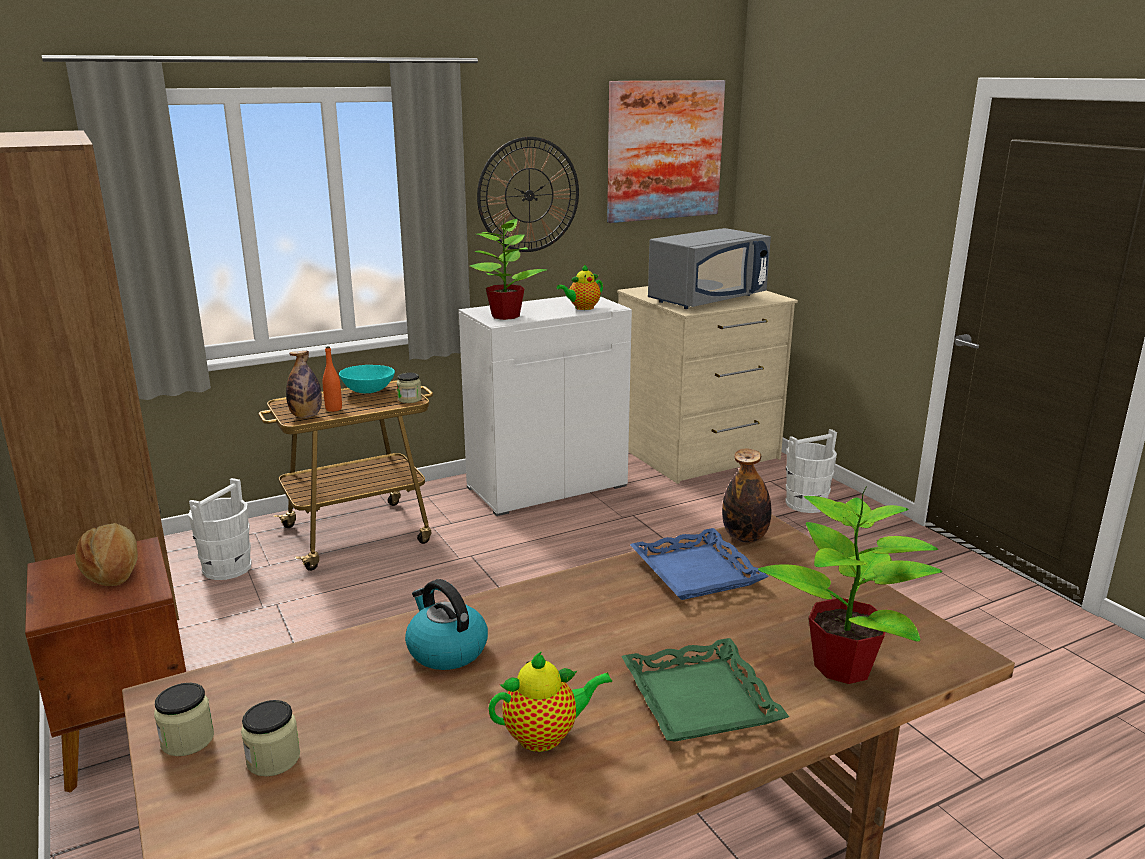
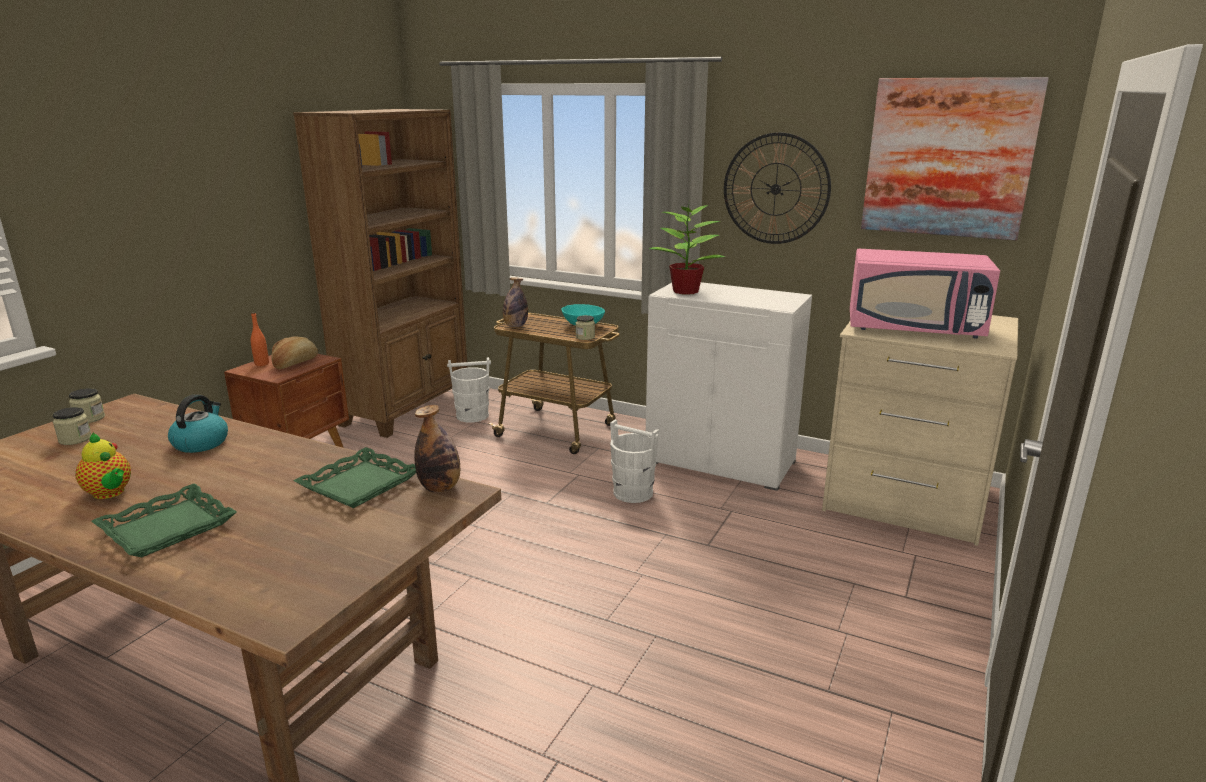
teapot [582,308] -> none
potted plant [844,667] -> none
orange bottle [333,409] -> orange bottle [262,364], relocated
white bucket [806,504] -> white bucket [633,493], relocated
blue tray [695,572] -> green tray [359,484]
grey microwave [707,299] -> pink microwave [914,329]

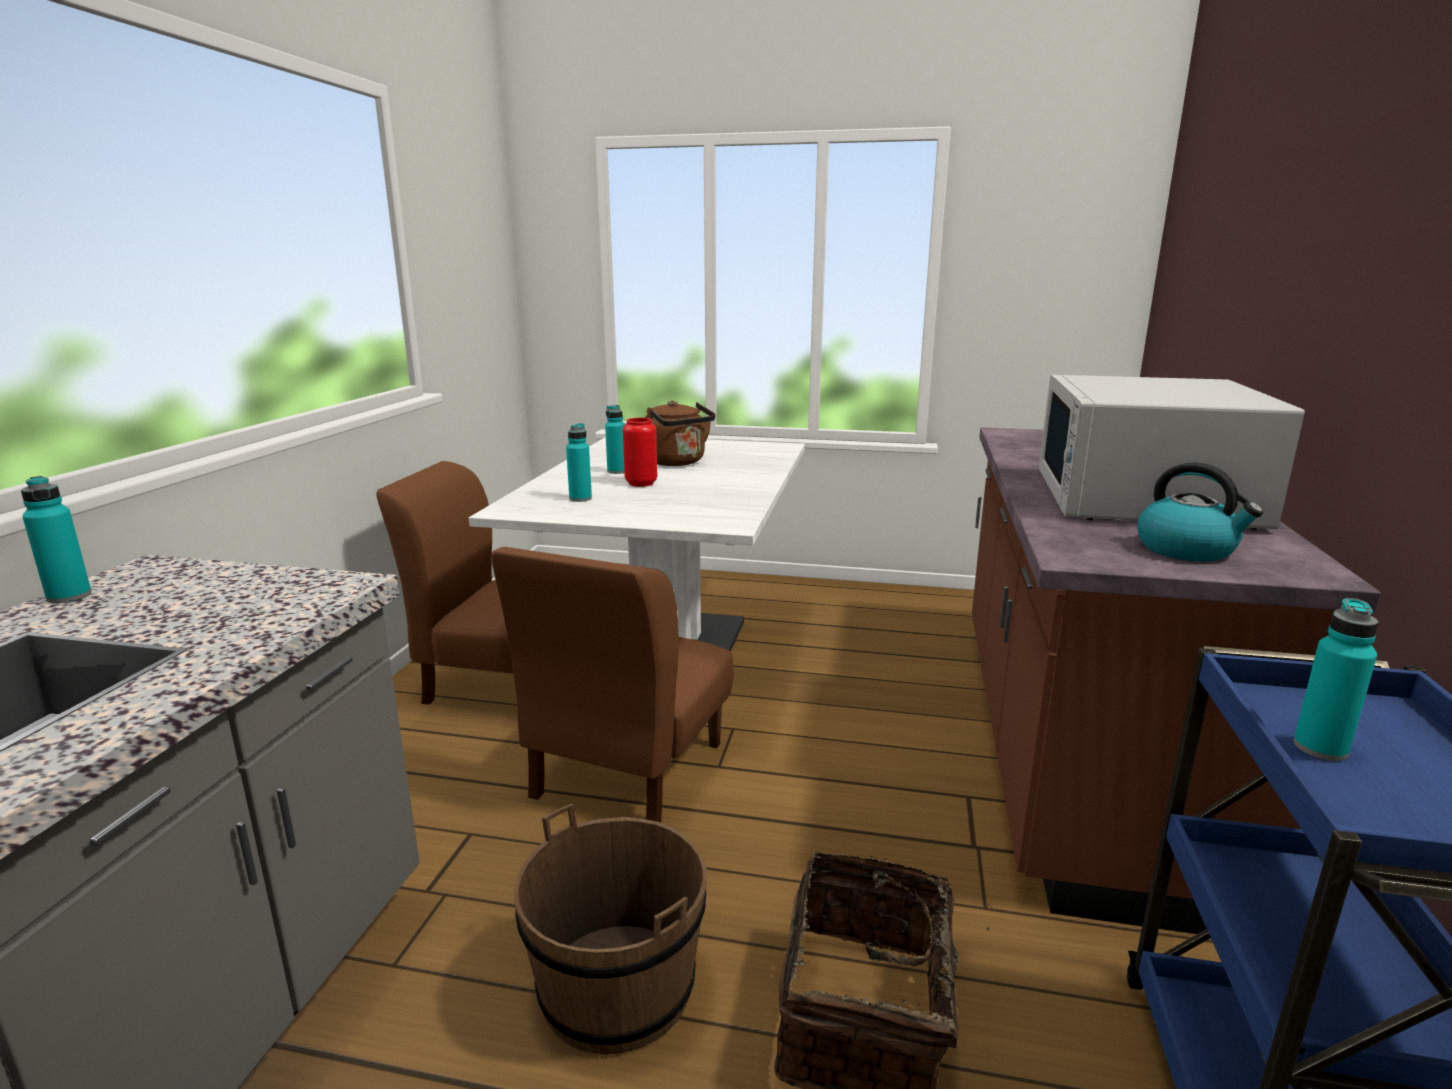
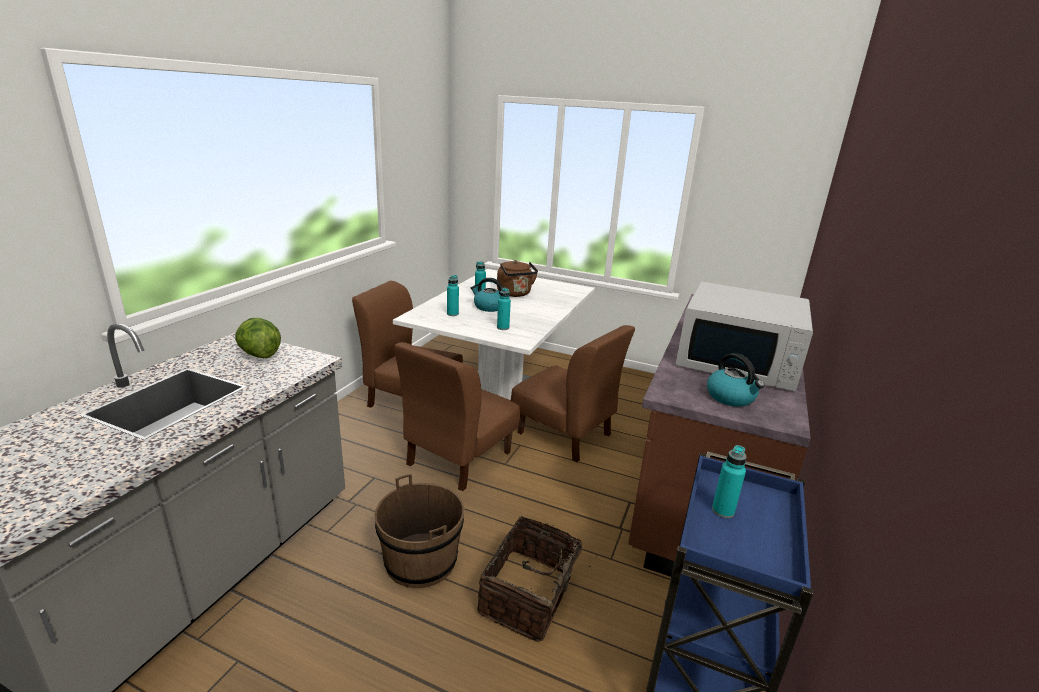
none -> lettuce [259,355]
none -> brown chair [564,434]
turquoise bottle [69,596] -> turquoise bottle [503,328], relocated
red vase [641,483] -> kettle [488,307]
white microwave [1142,500] -> white microwave [738,361], 90 degrees counterclockwise

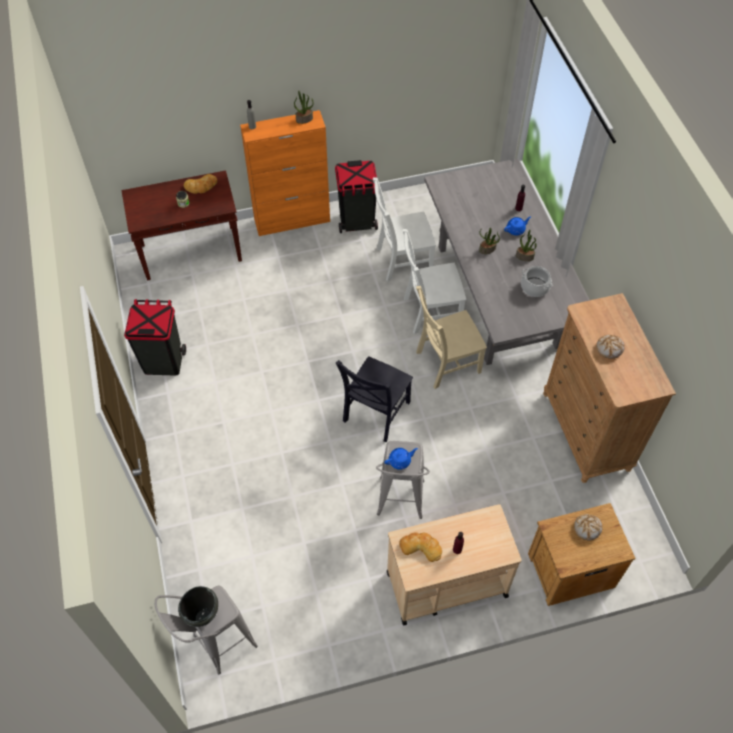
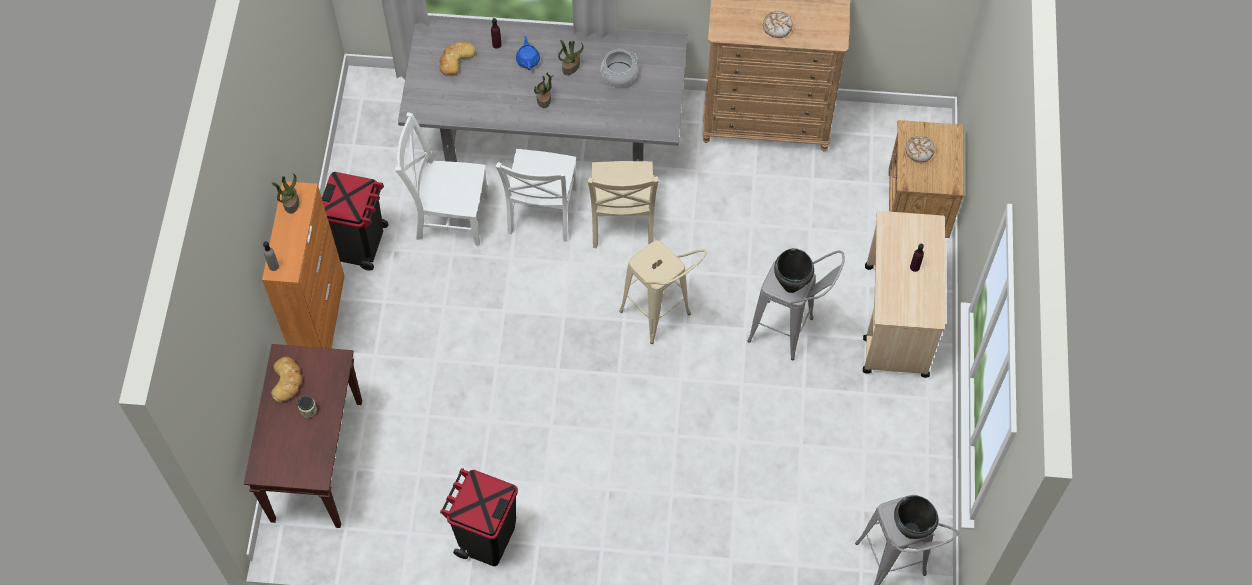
bread [421,547] -> bread [455,59], relocated
black chair [375,414] -> beige stool [662,320]
blue teapot [400,461] -> black cooking pot [790,286]
white chair [401,260] -> white chair [448,216], 90 degrees clockwise

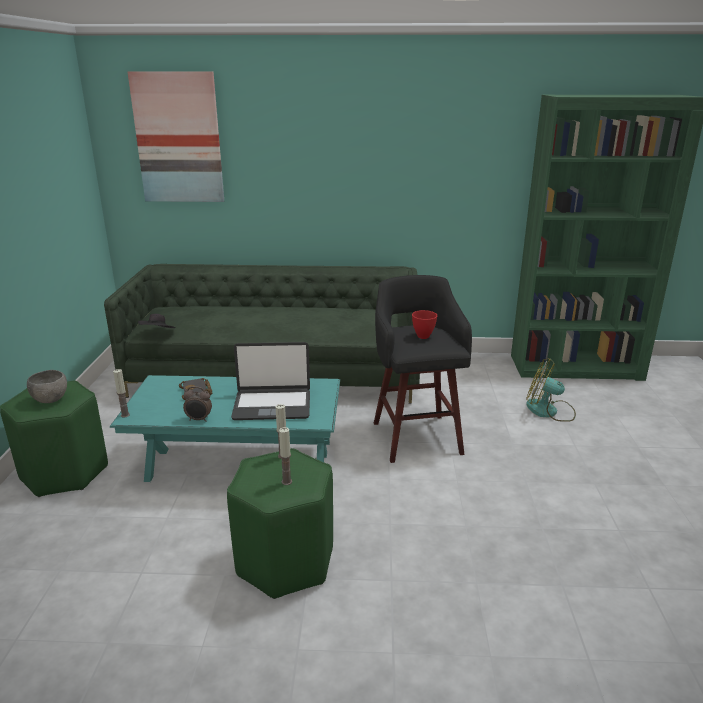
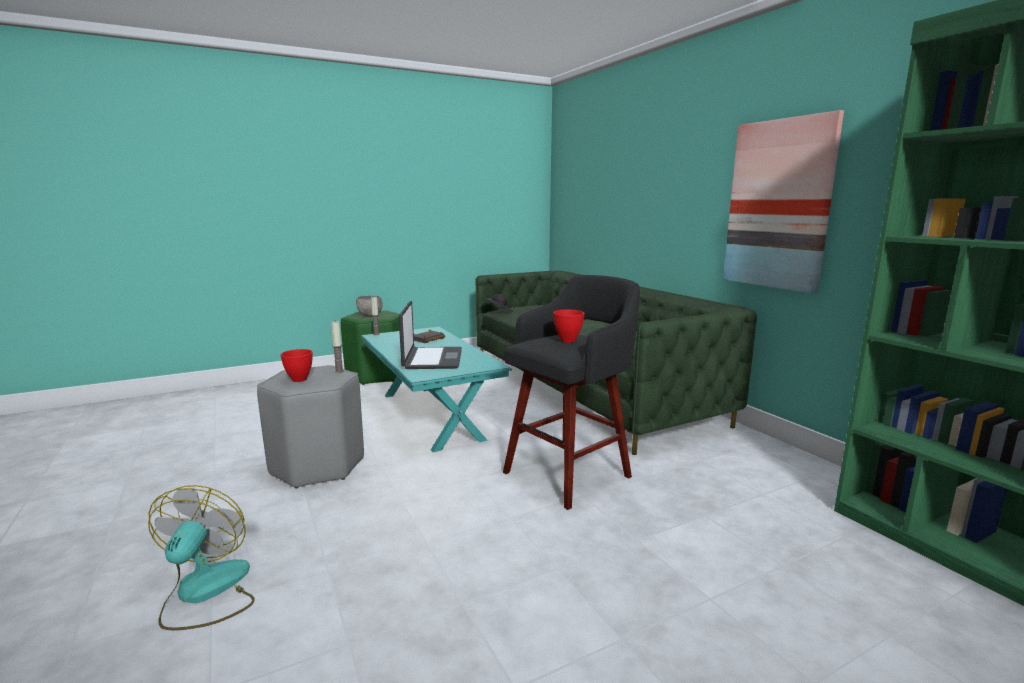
alarm clock [199,419] -> none
picture [178,138] -> picture [778,205], relocated
fan [549,411] -> fan [205,593], relocated
candle [286,482] -> red bowl [300,379]
green stool [286,562] -> grey stool [317,466]
laptop [272,405] -> laptop [432,359], 150 degrees counterclockwise

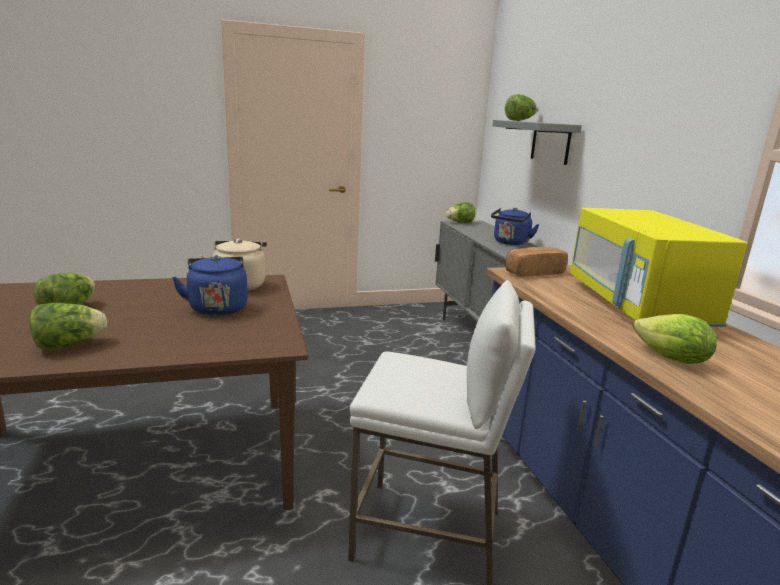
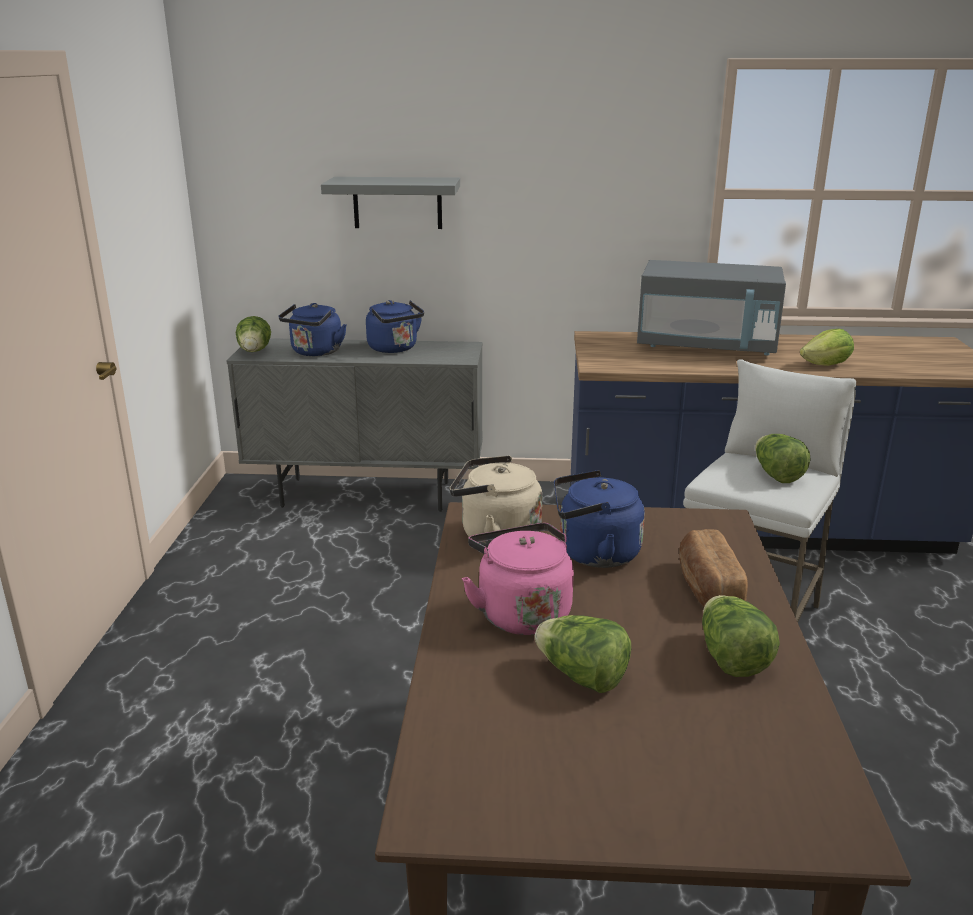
none -> blue kettle [315,352]
none -> pink kettle [521,612]
lettuce [520,120] -> lettuce [776,475], relocated
bread [533,273] -> bread [707,588], relocated
yellow microwave [636,305] -> grey microwave [706,346]

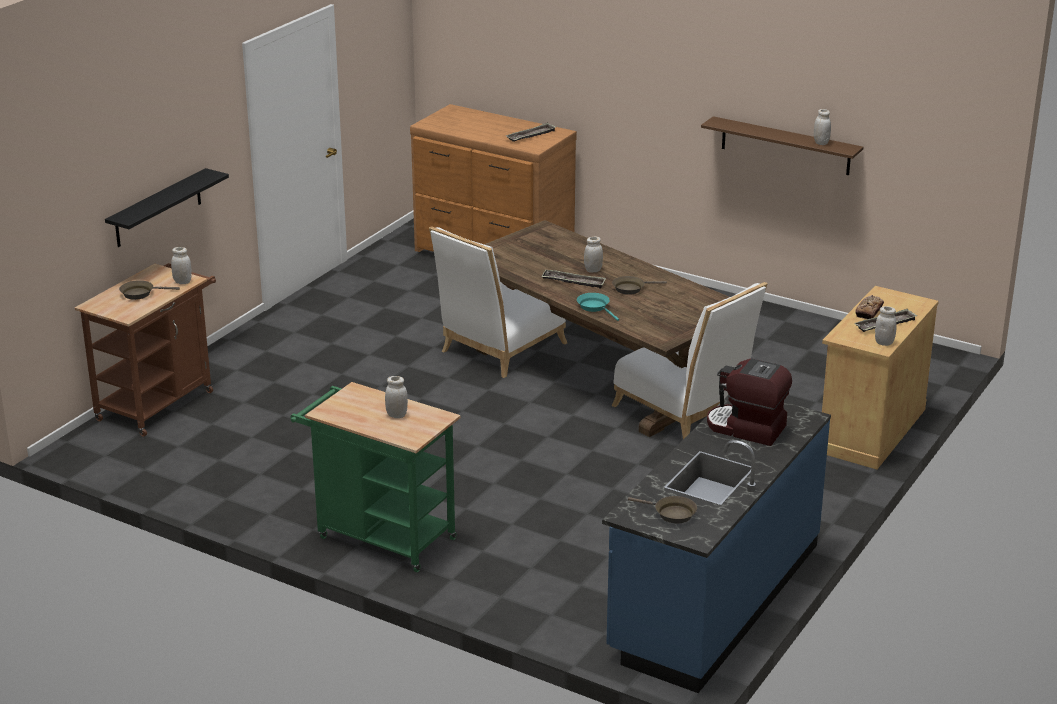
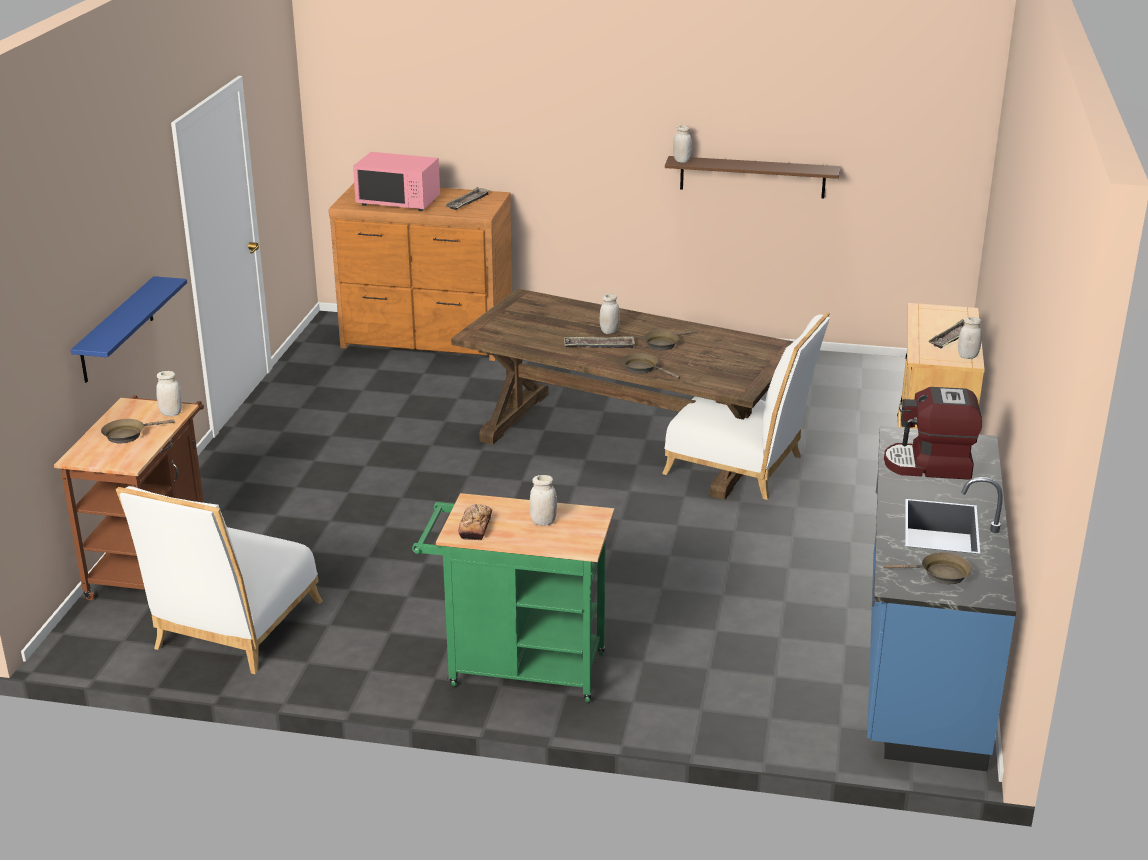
none -> pink microwave [398,202]
white chair [498,350] -> white chair [233,630], relocated
white jar [821,143] -> white jar [681,161], relocated
bread [869,311] -> bread [475,527], relocated
black shelf [158,208] -> blue shelf [116,330]
turquoise frying pan [595,307] -> brown frying pan [643,368]

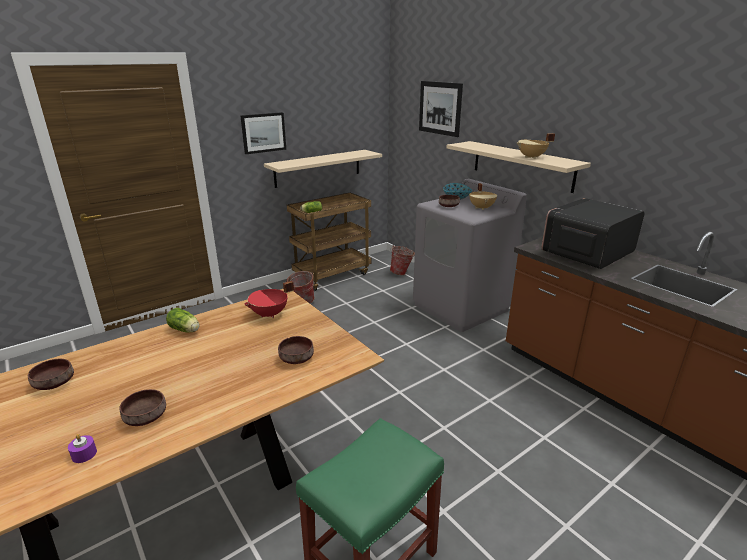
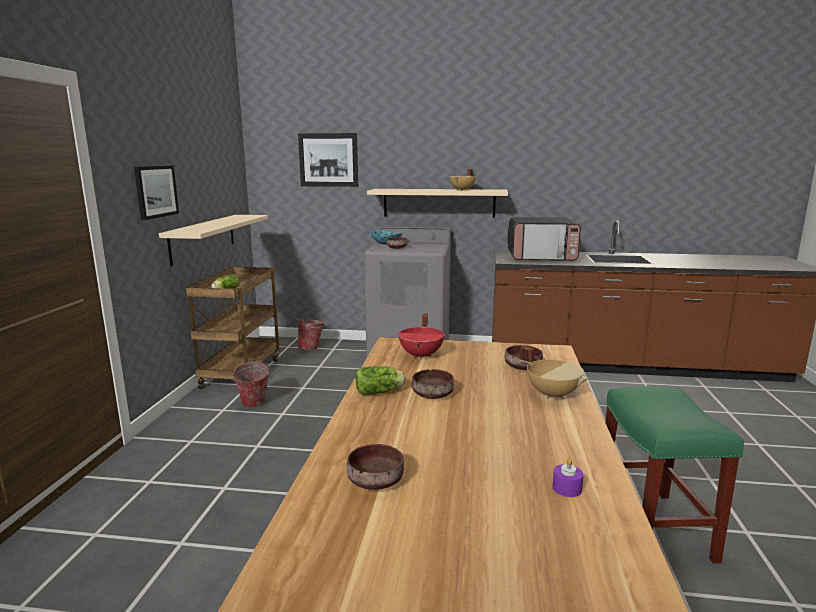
brown bowl [144,417] -> brown bowl [432,395], relocated
beige cooking pot [482,208] -> beige cooking pot [553,394], relocated
microwave [587,253] -> microwave [541,257], 90 degrees counterclockwise

